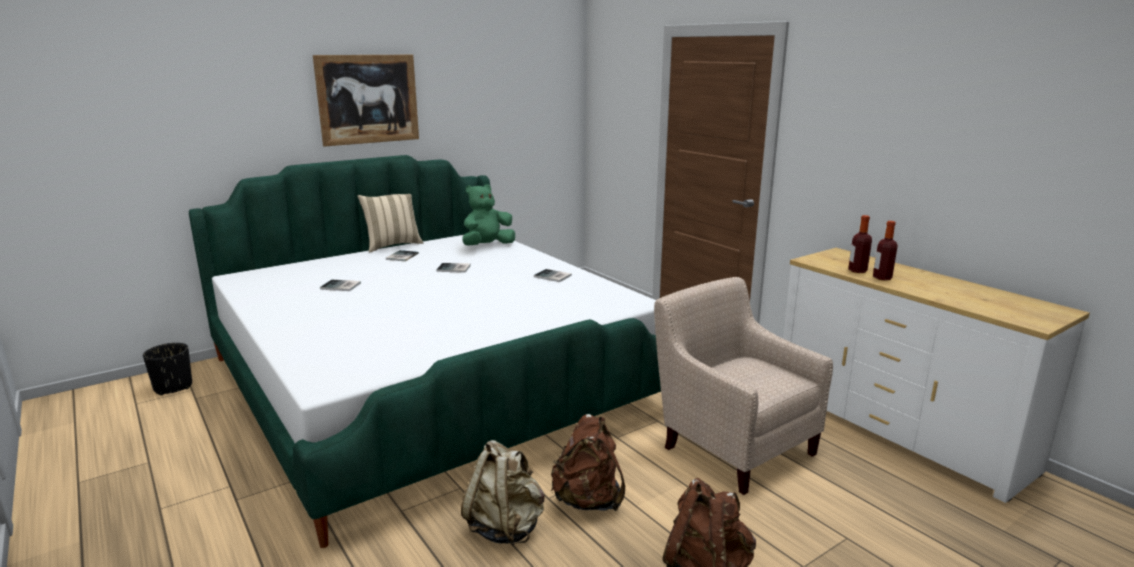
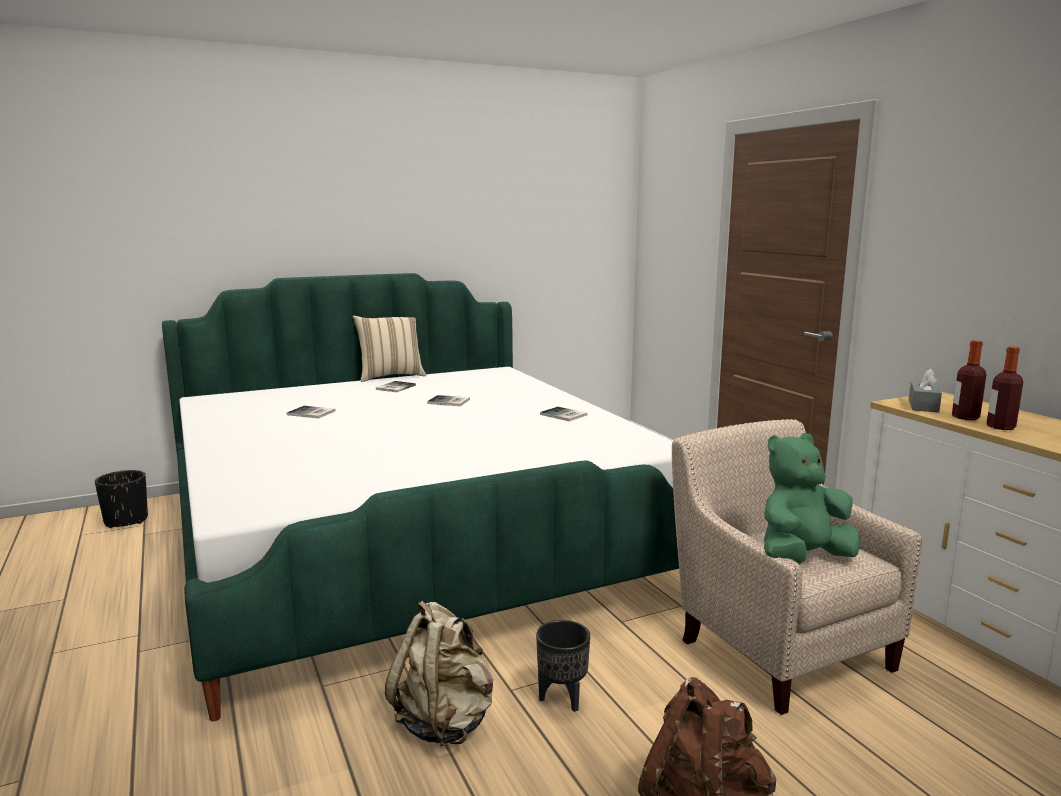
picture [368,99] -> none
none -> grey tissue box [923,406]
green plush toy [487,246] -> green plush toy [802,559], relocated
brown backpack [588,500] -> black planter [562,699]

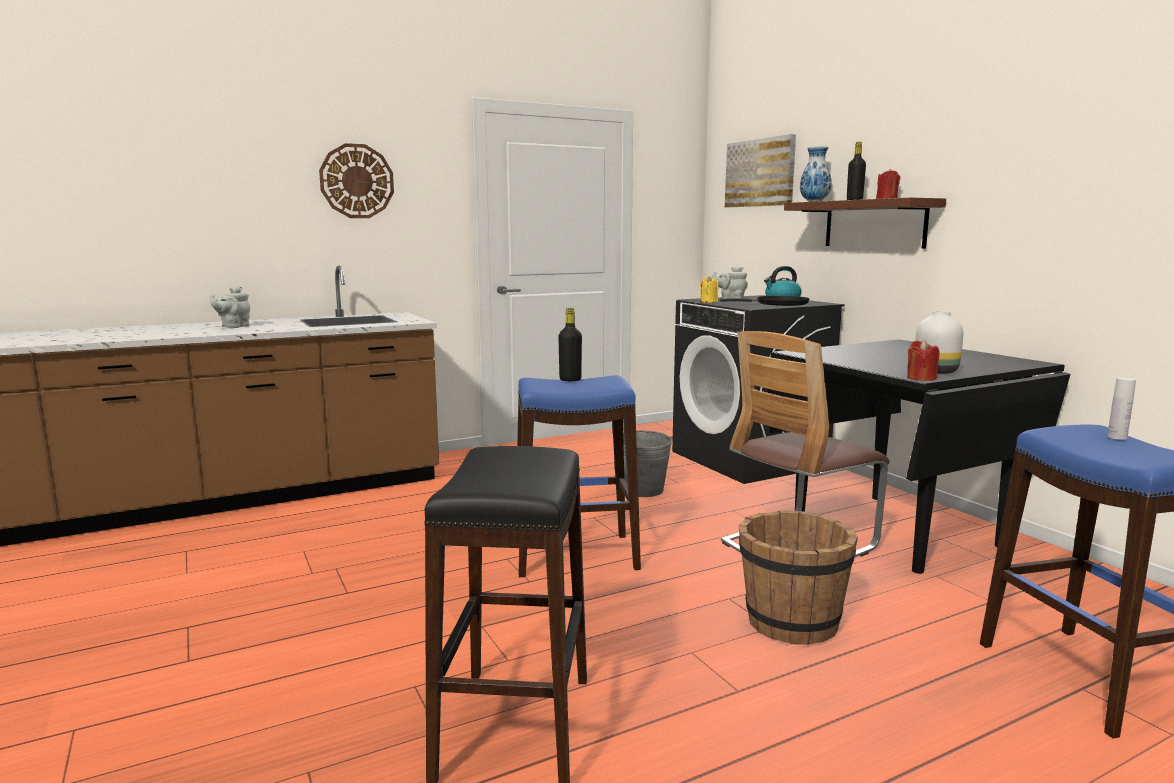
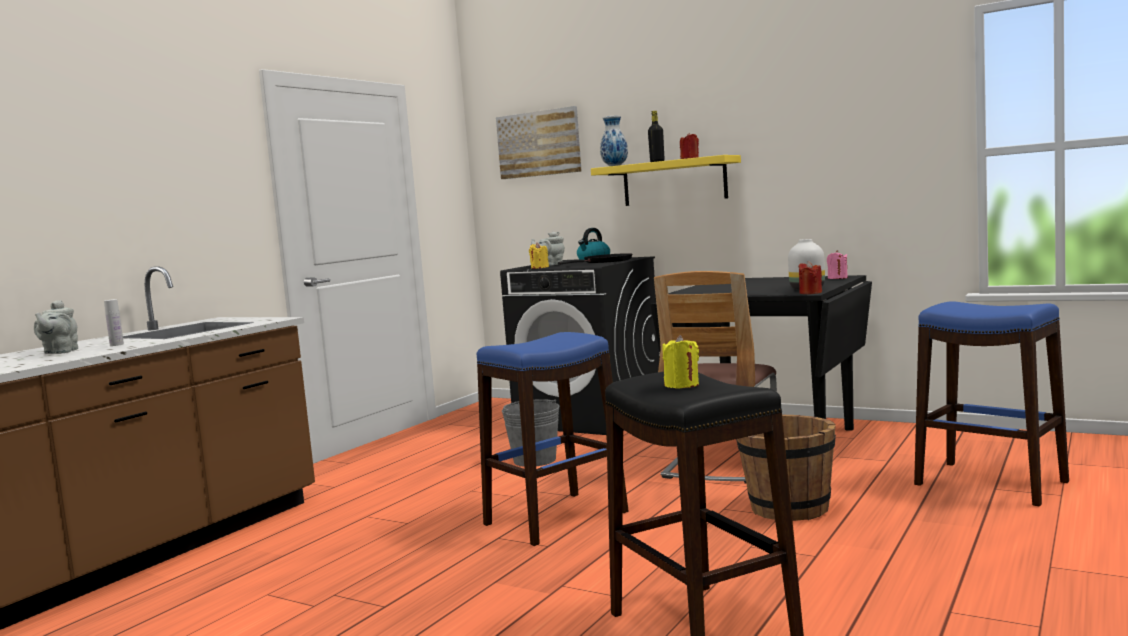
wall clock [357,181] -> none
black bottle [570,380] -> none
none -> yellow candle [681,385]
none -> pink candle [837,278]
white bottle [1117,437] -> white bottle [116,345], relocated
brown shelf [874,224] -> yellow shelf [674,182]

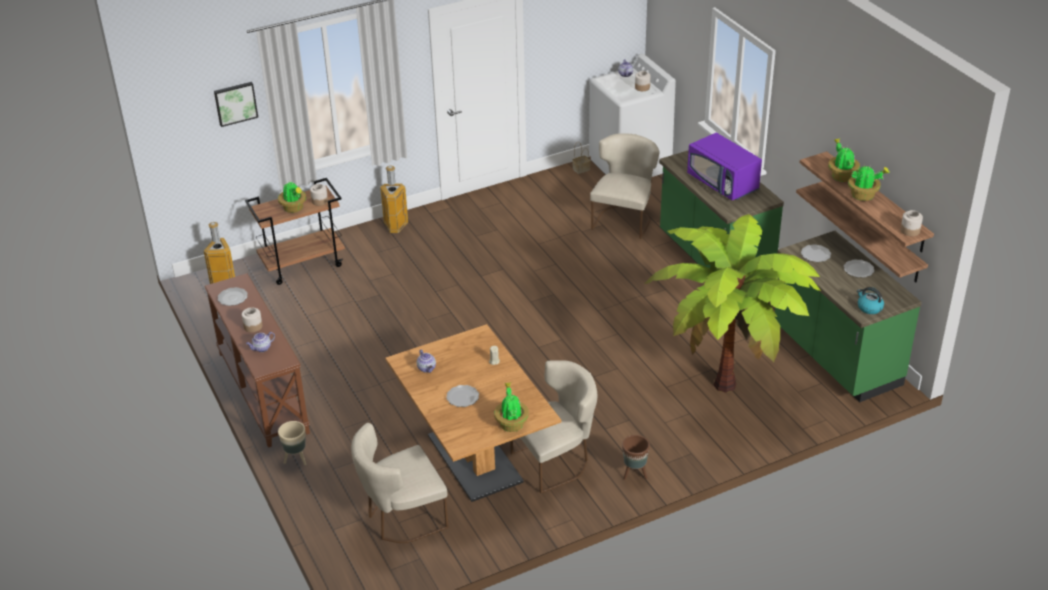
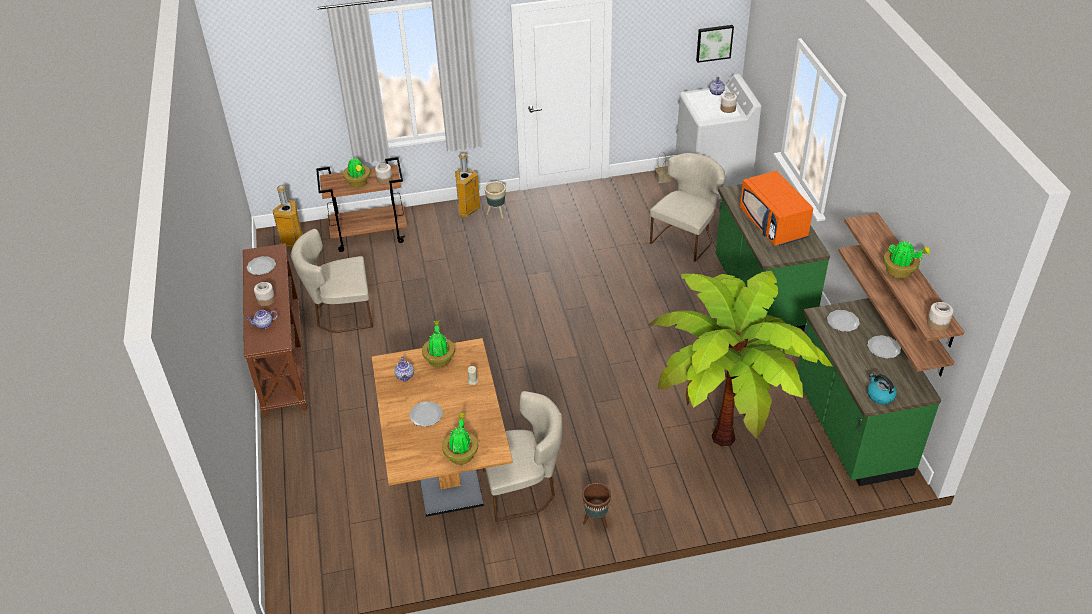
picture [235,103] -> picture [714,42], relocated
beige planter [296,459] -> beige planter [496,213], relocated
beige chair [401,518] -> beige chair [340,313], relocated
potted plant [841,176] -> potted plant [439,359], relocated
purple microwave [723,183] -> orange microwave [773,225]

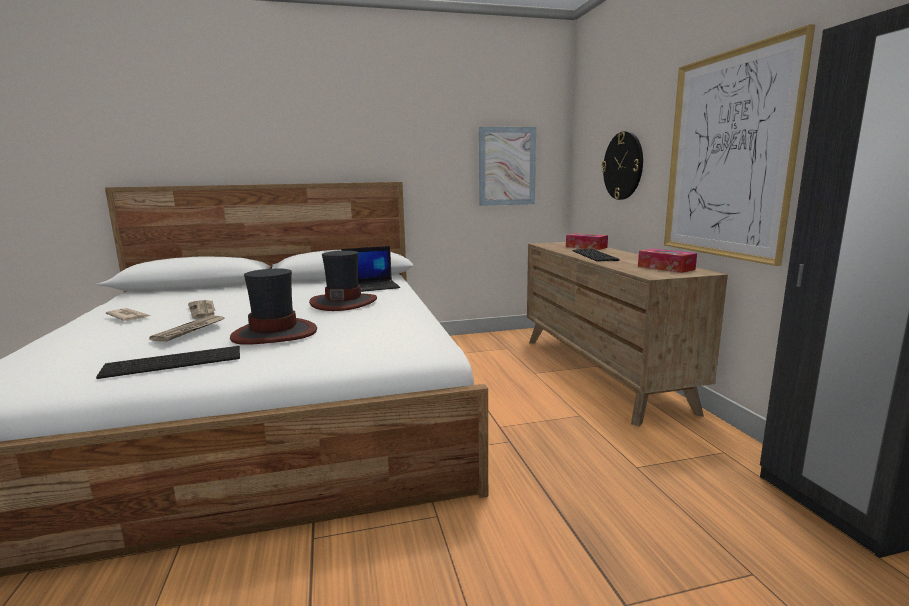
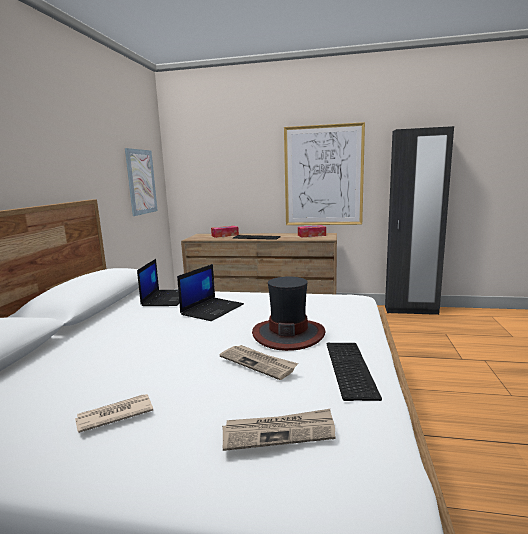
wall clock [623,166] -> none
newspaper [203,310] -> newspaper [279,432], relocated
hat [344,302] -> laptop [212,309]

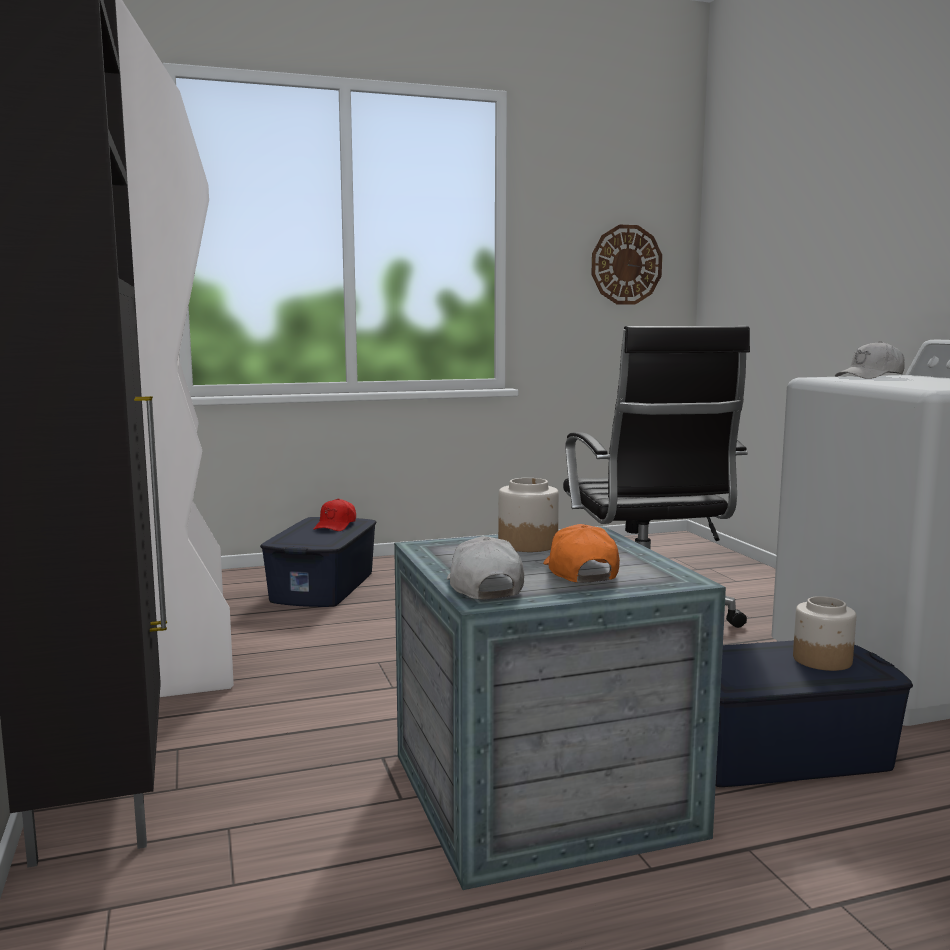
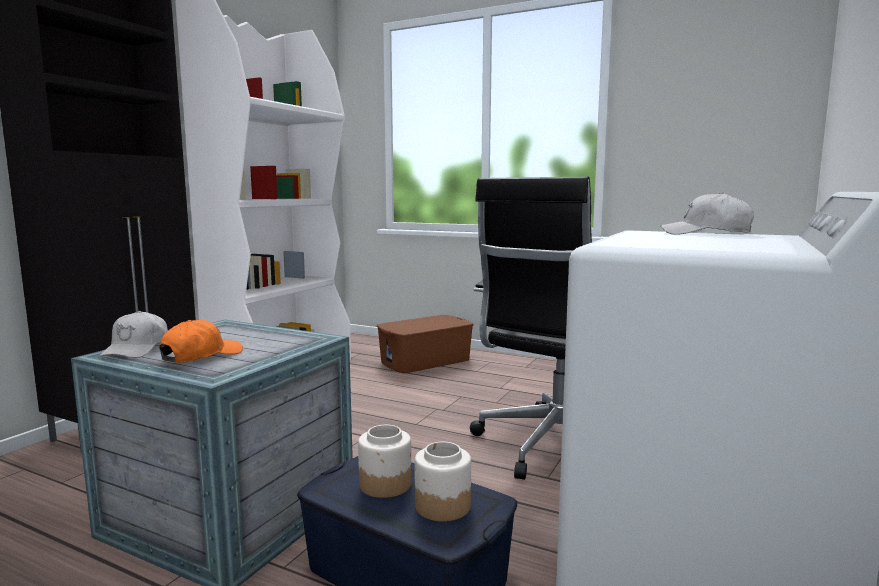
red cap [336,525] -> none
wall clock [626,265] -> none
jar [528,544] -> jar [386,484], relocated
blue storage box [324,587] -> brown storage box [426,361]
white cap [483,587] -> white cap [137,349], 150 degrees clockwise

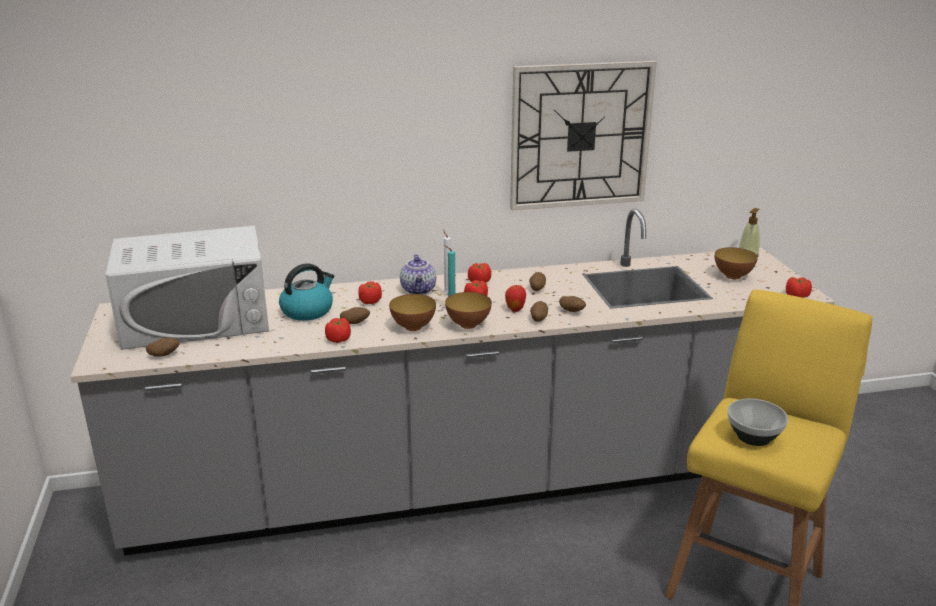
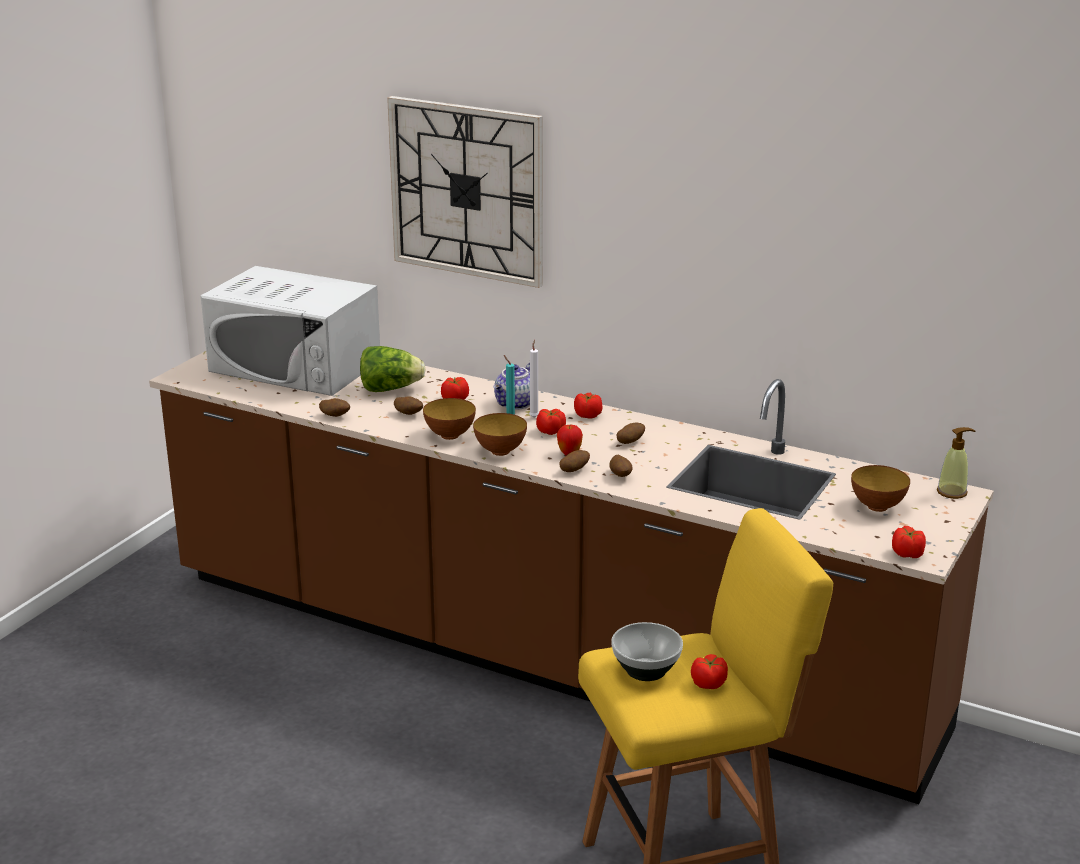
potato [164,355] -> potato [335,416], relocated
tomato [338,339] -> tomato [709,683], relocated
wall clock [580,136] -> wall clock [467,190], relocated
kettle [308,311] -> lettuce [390,389]
grey counter [468,484] -> brown counter [539,655]

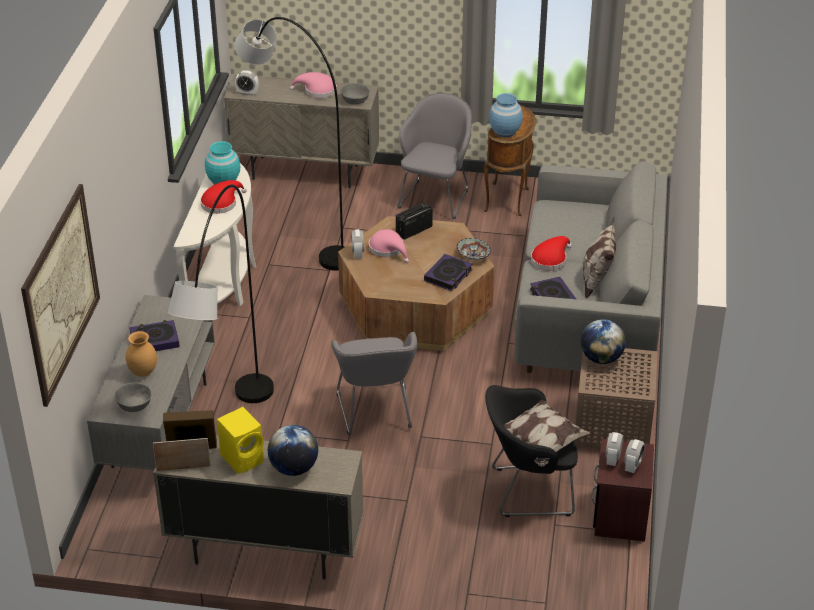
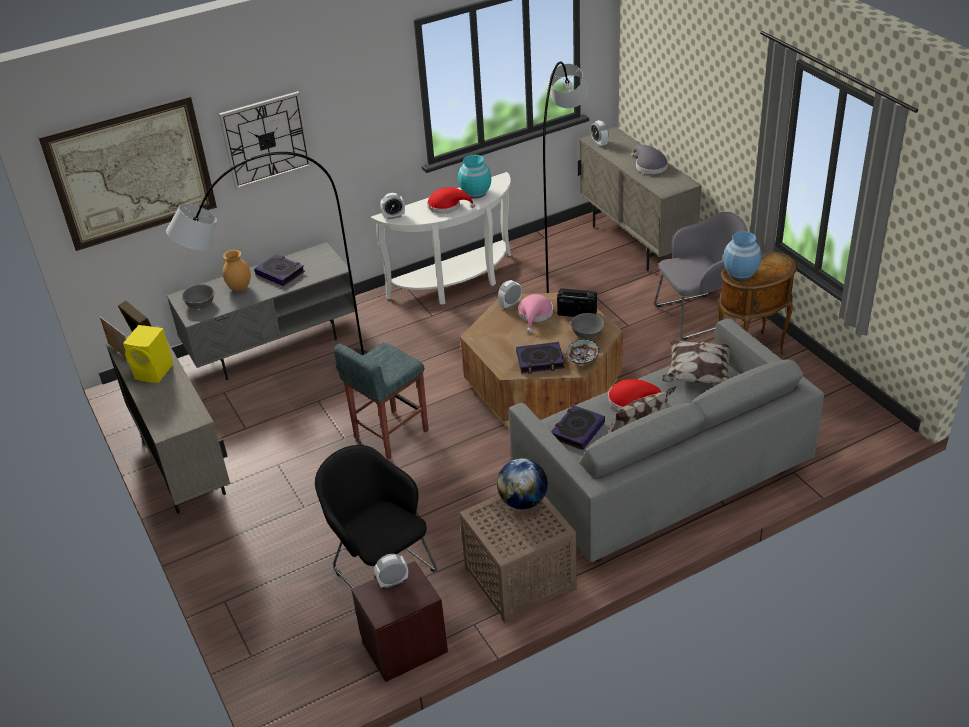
globe [294,468] -> none
none -> wall clock [266,140]
grey bowl [355,100] -> grey bowl [587,333], relocated
pillow [540,444] -> pillow [697,375], relocated
alarm clock [632,466] -> alarm clock [394,216], relocated
grey armchair [375,413] -> grey stool [390,434]
pink hat [317,91] -> grey hat [649,166]

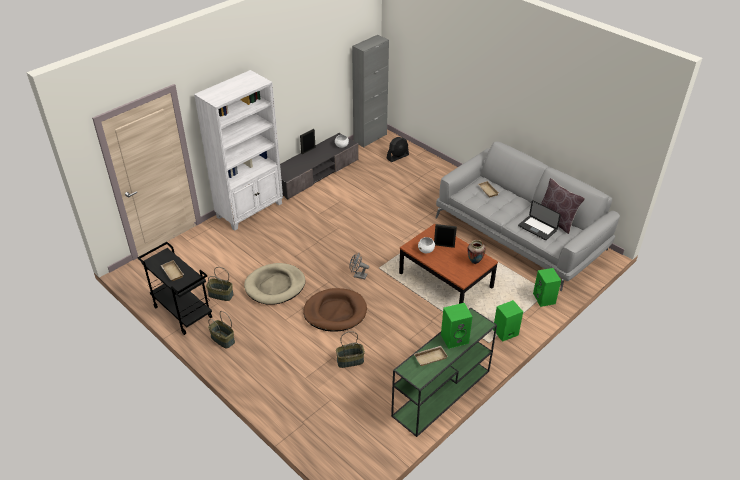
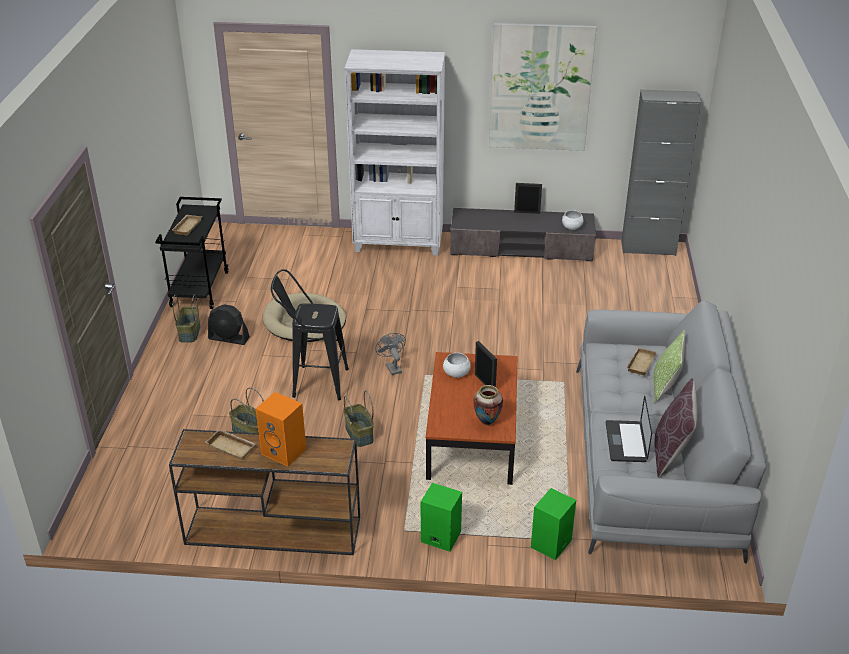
none -> picture [540,87]
none -> pillow [665,386]
basket [220,295] -> basket [358,434], relocated
black fan [397,157] -> black fan [229,338], relocated
brown dog bed [335,312] -> black stool [313,382]
green console table [441,394] -> brown console table [271,531]
green speaker [455,338] -> orange speaker [285,451]

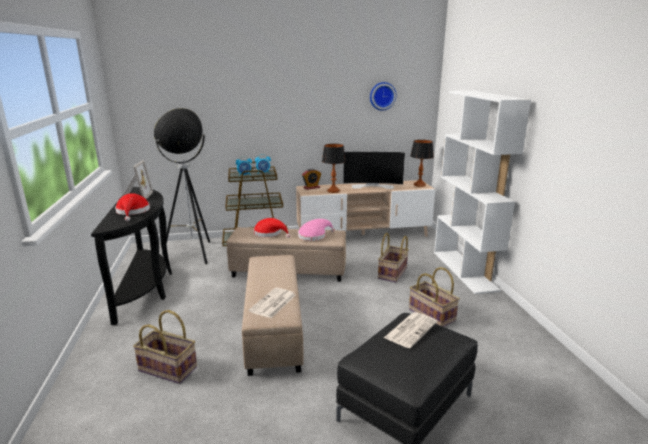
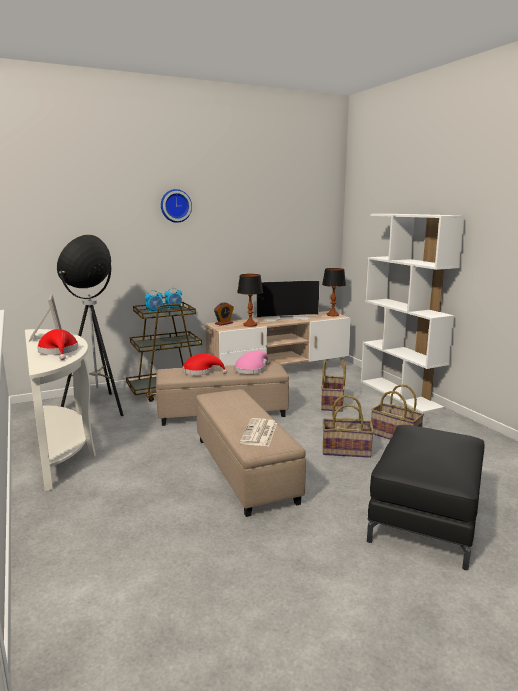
newspaper [410,329] -> none
basket [169,368] -> basket [346,450], relocated
wall clock [382,96] -> wall clock [175,206], relocated
black console table [146,287] -> white console table [64,447]

